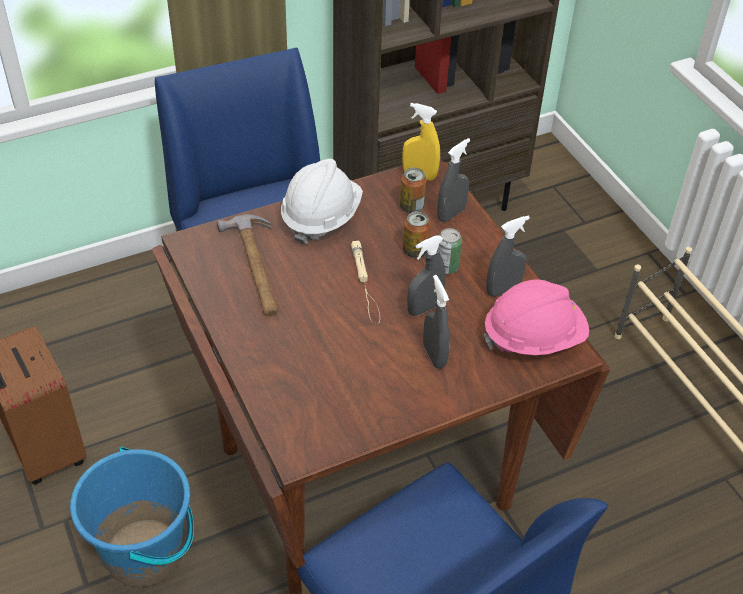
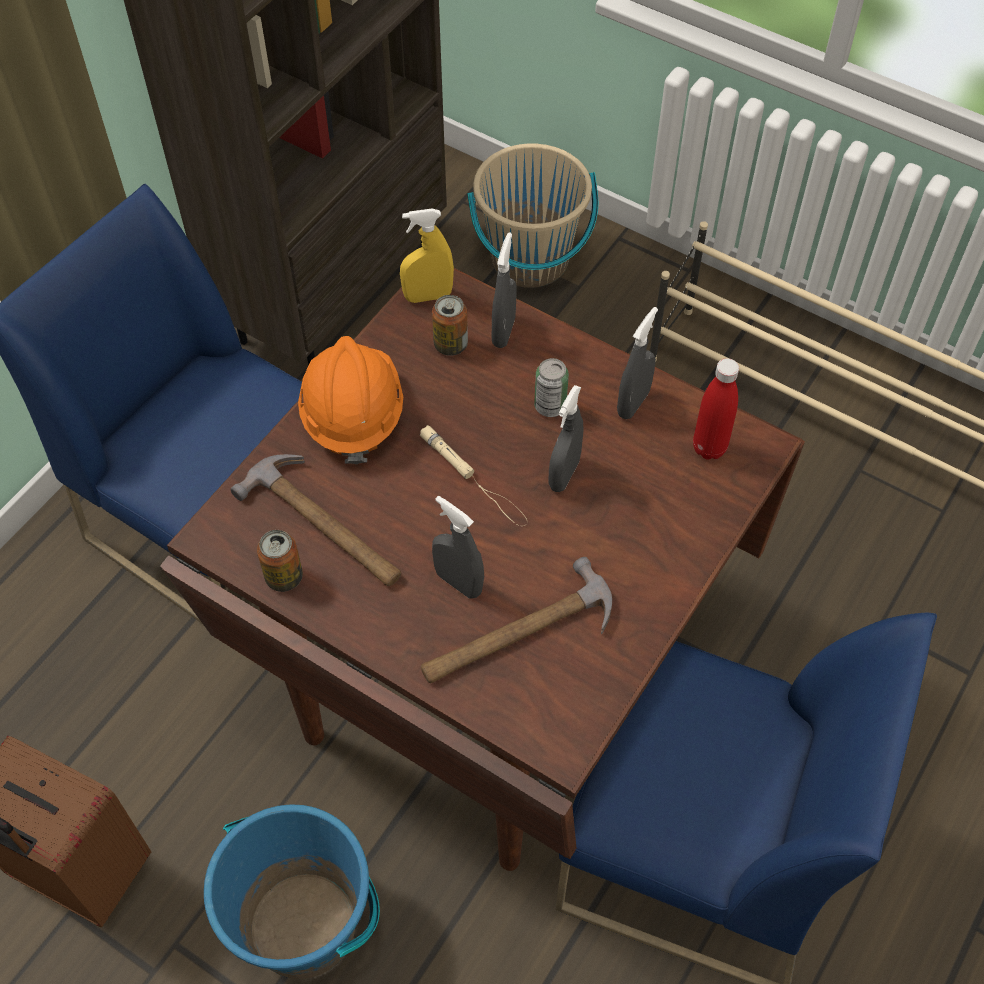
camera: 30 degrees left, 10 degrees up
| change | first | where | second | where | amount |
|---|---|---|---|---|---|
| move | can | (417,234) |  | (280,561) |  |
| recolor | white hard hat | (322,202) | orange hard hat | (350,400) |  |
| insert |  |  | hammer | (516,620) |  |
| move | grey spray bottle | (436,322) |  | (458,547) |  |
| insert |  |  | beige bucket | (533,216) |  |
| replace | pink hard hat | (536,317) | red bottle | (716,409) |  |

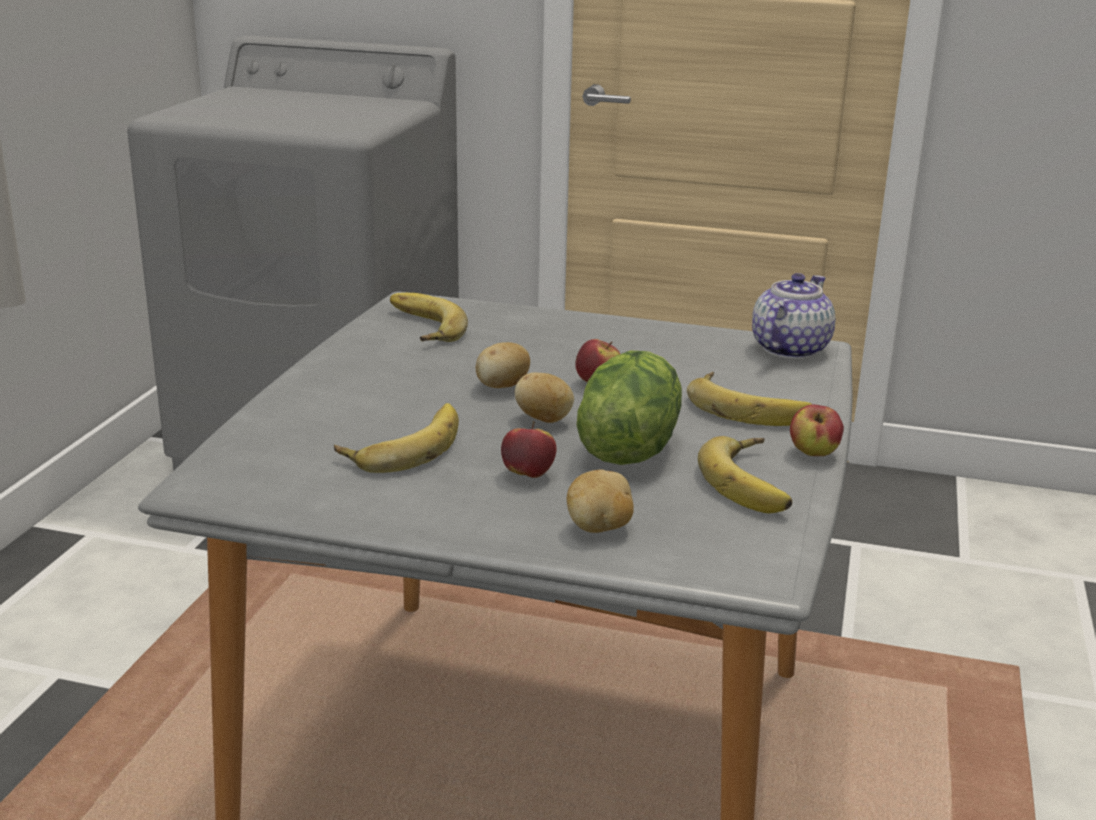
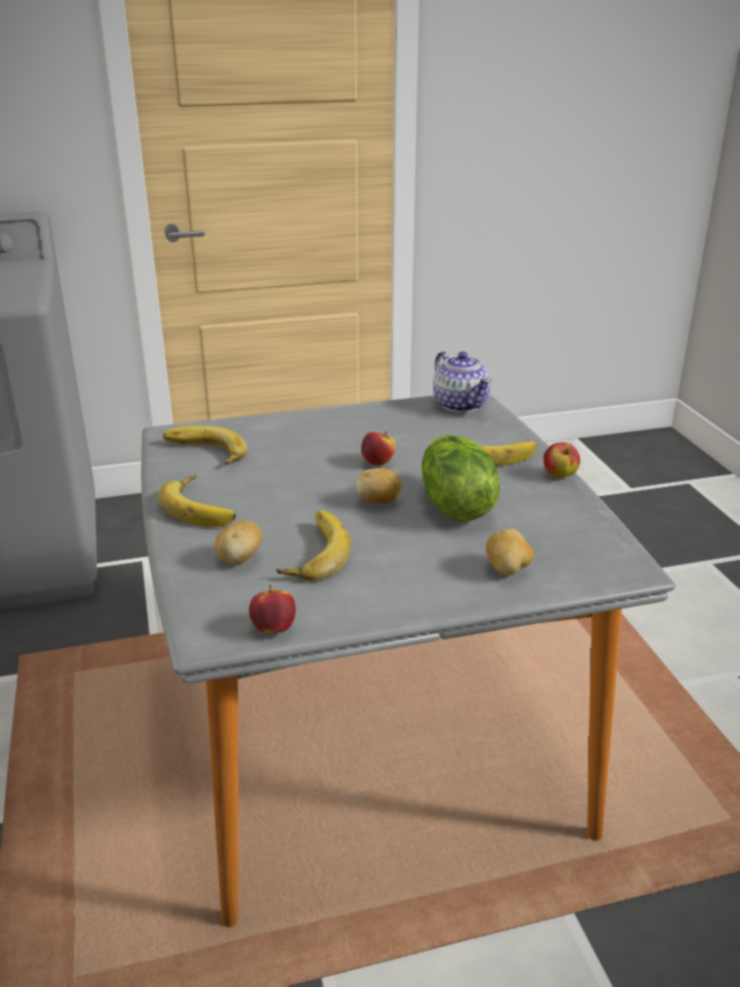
camera: 30 degrees left, 5 degrees up
| change | first | where | second | where | amount |
|---|---|---|---|---|---|
| move | banana | (745,475) |  | (197,501) |  |
| move | potato | (503,365) |  | (238,542) |  |
| move | apple | (528,449) |  | (272,609) |  |
| rotate | teapot | (793,316) |  | (462,382) | 150 degrees clockwise |

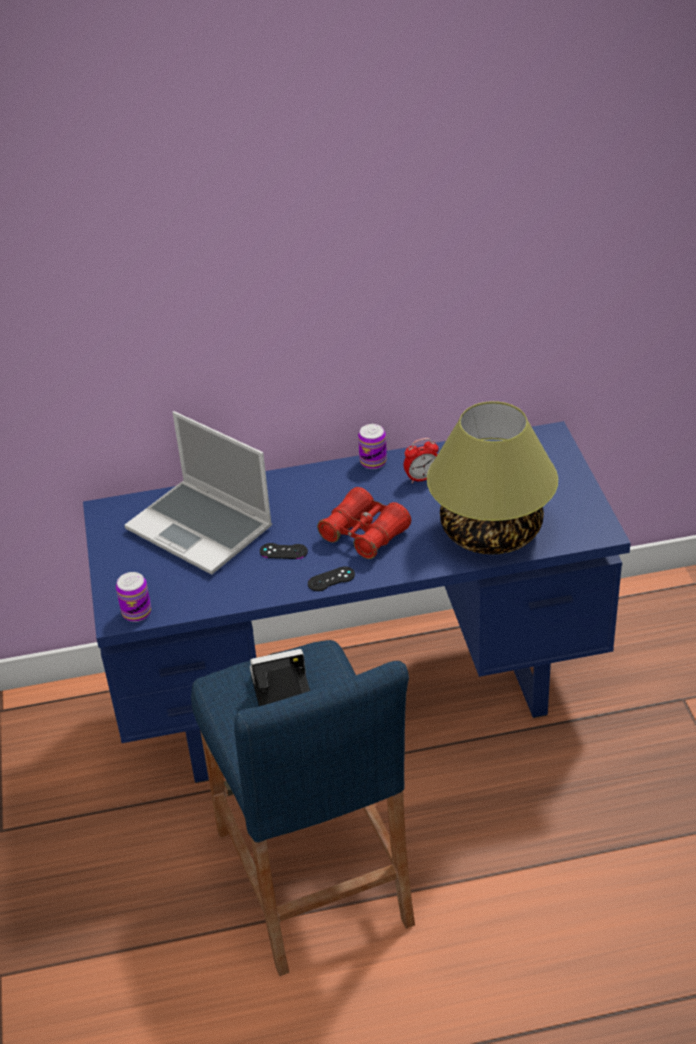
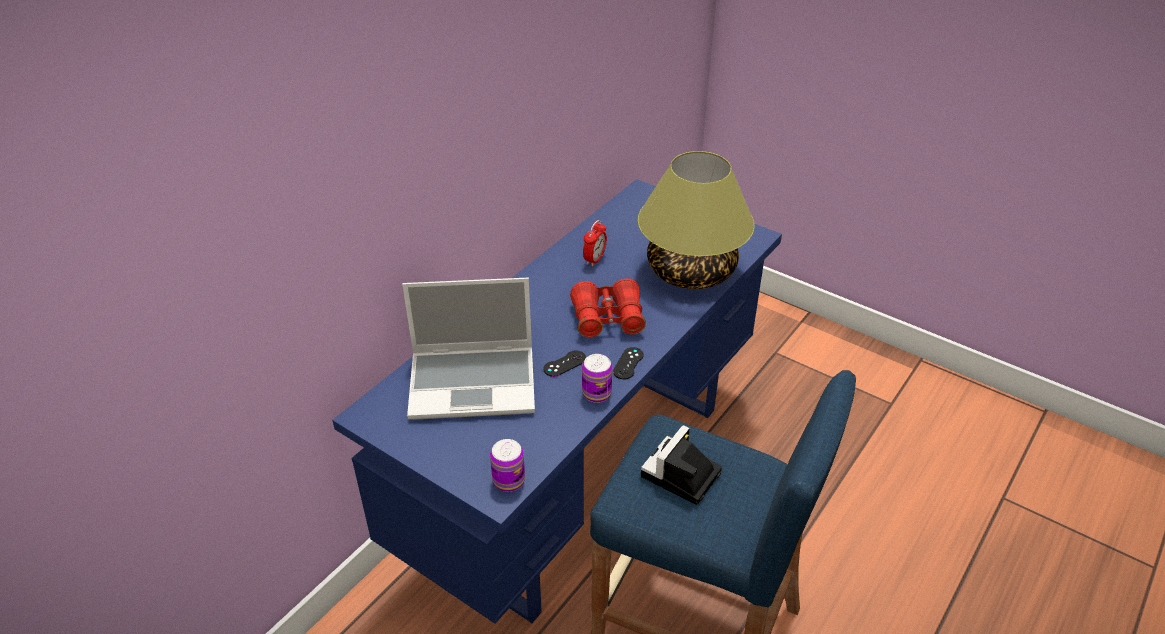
camera: 45 degrees left, 0 degrees up
| change | first | where | second | where | amount |
|---|---|---|---|---|---|
| move | can | (372,446) |  | (597,378) |  |

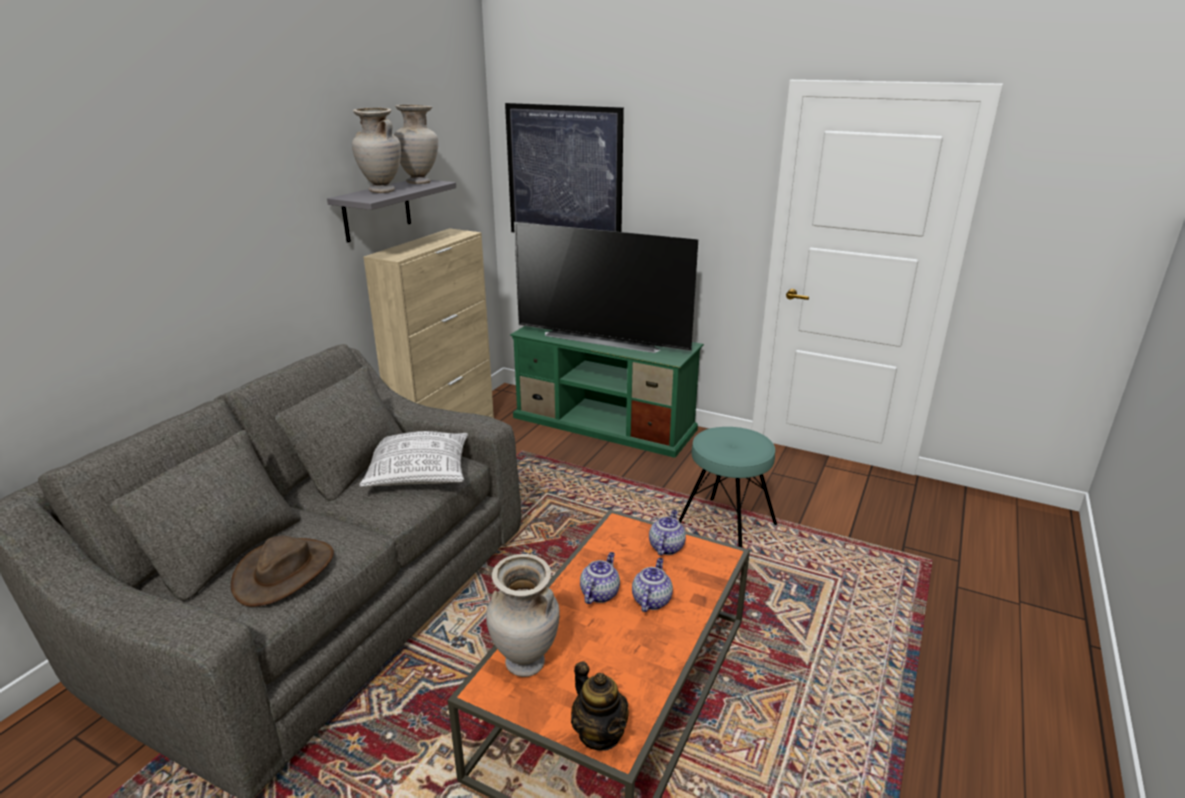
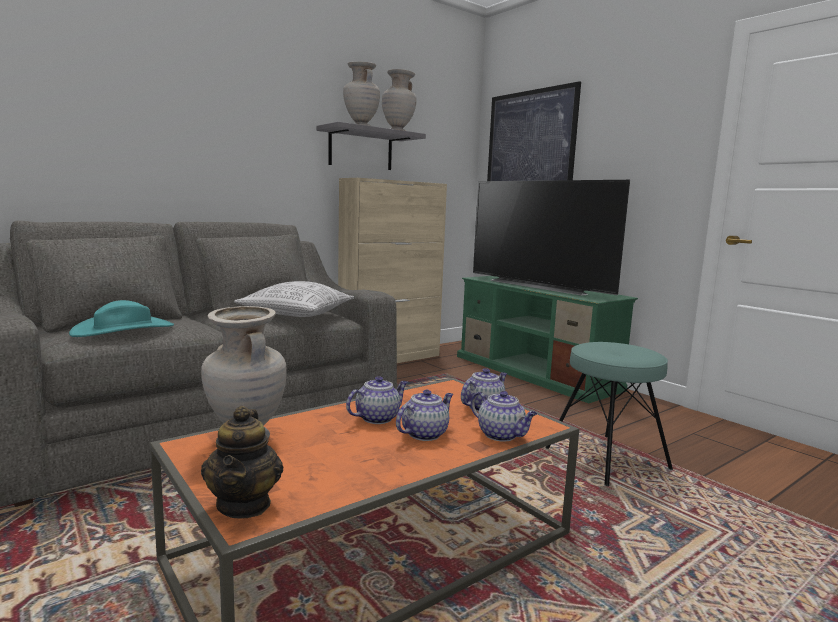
camera: 25 degrees right, 15 degrees down
| change | first | where | second | where | amount |
|---|---|---|---|---|---|
| recolor | brown hat | (282,571) | turquoise hat | (121,318) |  |
| insert |  |  | teapot | (504,416) |  |

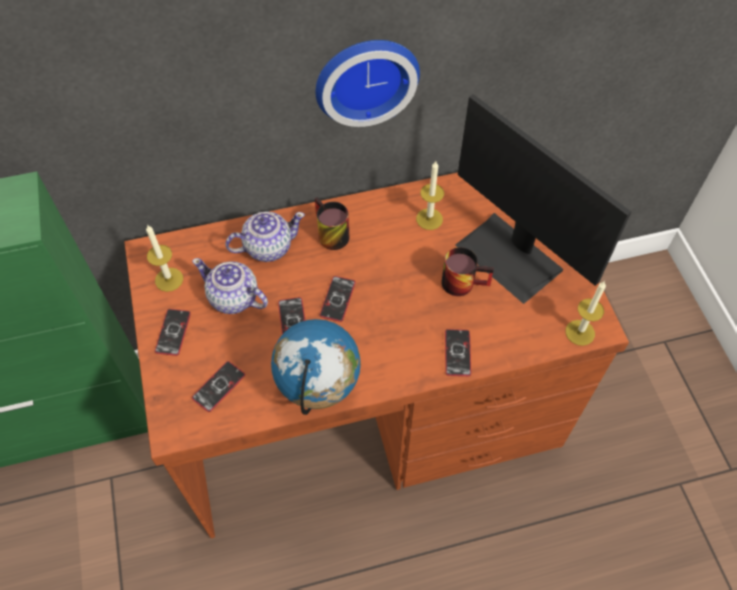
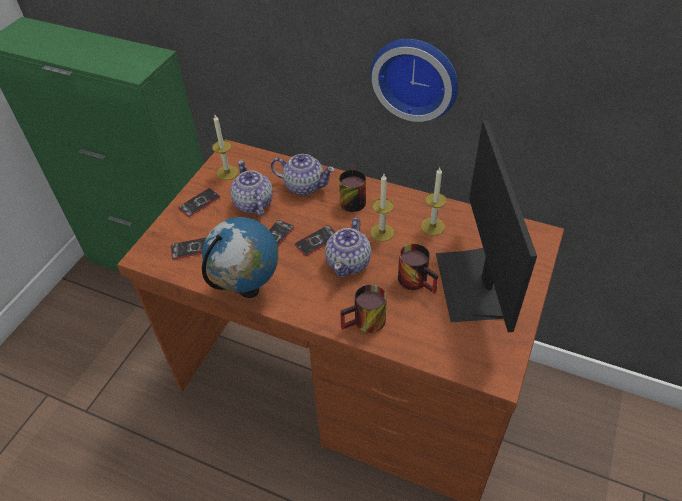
camera: 40 degrees right, 10 degrees down
| change | first | where | second | where | amount |
|---|---|---|---|---|---|
| insert |  |  | teapot | (348,247) |  |
| replace | phone | (458,352) | mug | (363,308) |  |
| move | candle | (586,313) |  | (382,208) |  |

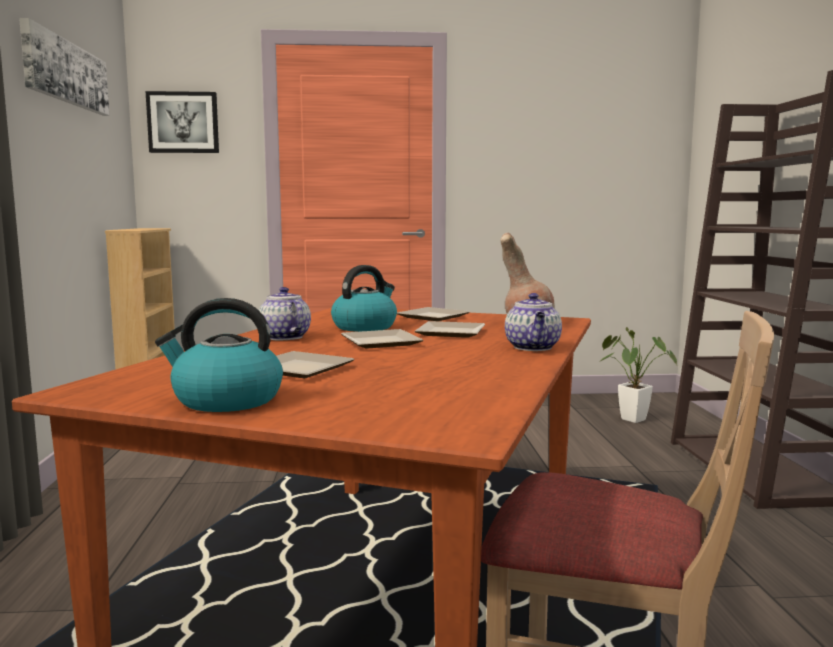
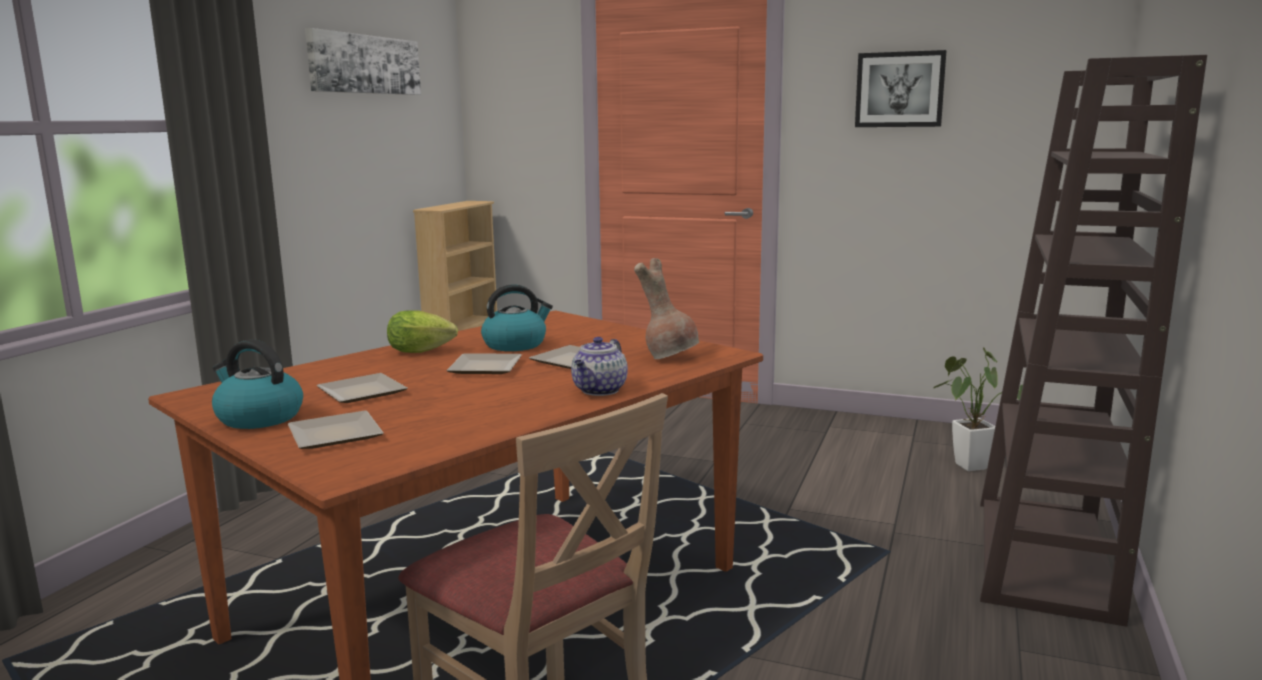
camera: 25 degrees right, 5 degrees up
| change | first | where | second | where | amount |
|---|---|---|---|---|---|
| move | plate | (433,314) |  | (335,430) |  |
| replace | teapot | (285,313) | lettuce | (422,331) |  |
| move | picture | (182,122) |  | (901,88) |  |

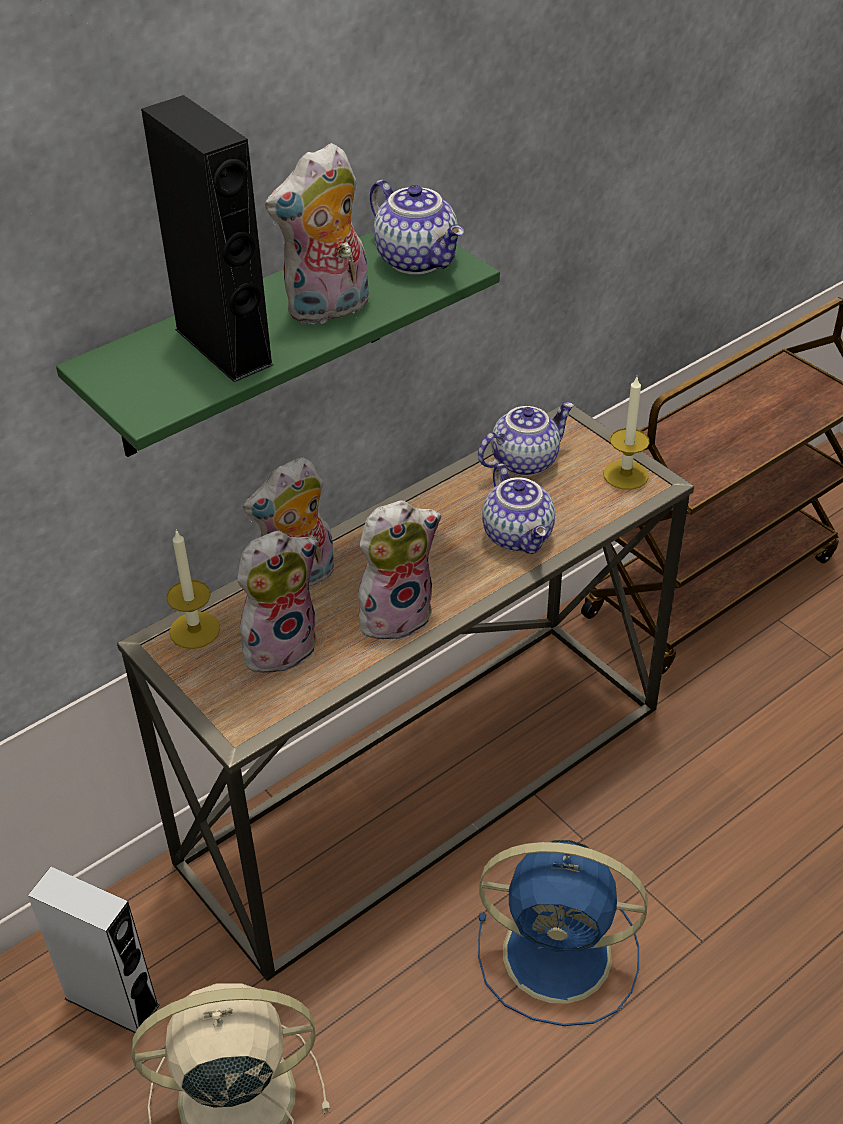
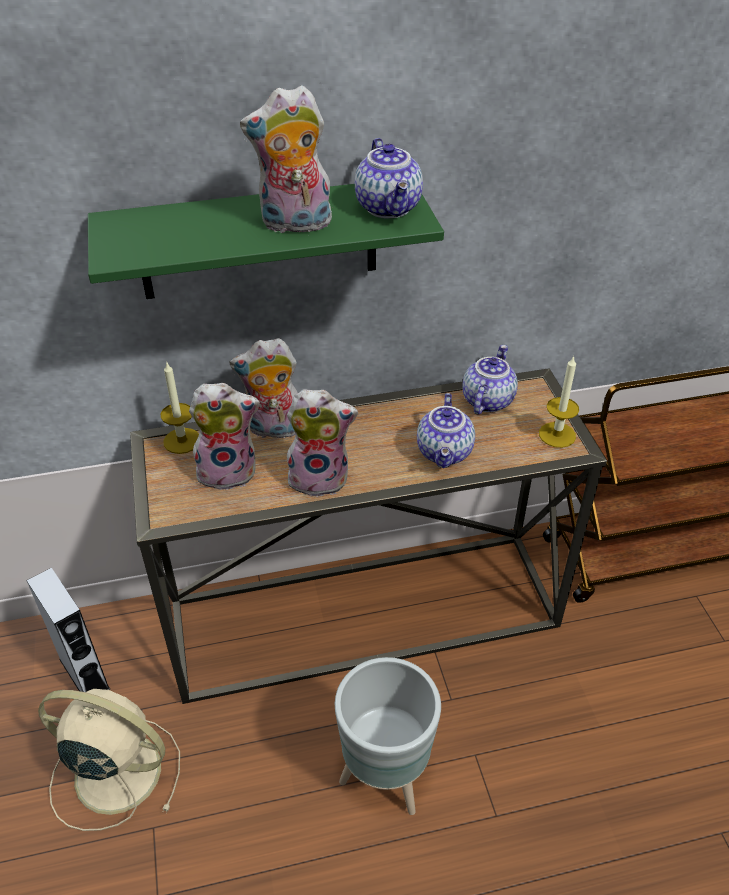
camera: 25 degrees right, 0 degrees up
| change | first | where | second | where | amount |
|---|---|---|---|---|---|
| replace | blue fan | (563,933) | grey planter | (388,736) |  |
| rotate | teapot | (526,439) |  | (490,380) | 60 degrees counterclockwise |
| delete | black speaker | (207,238) |  |  |  |

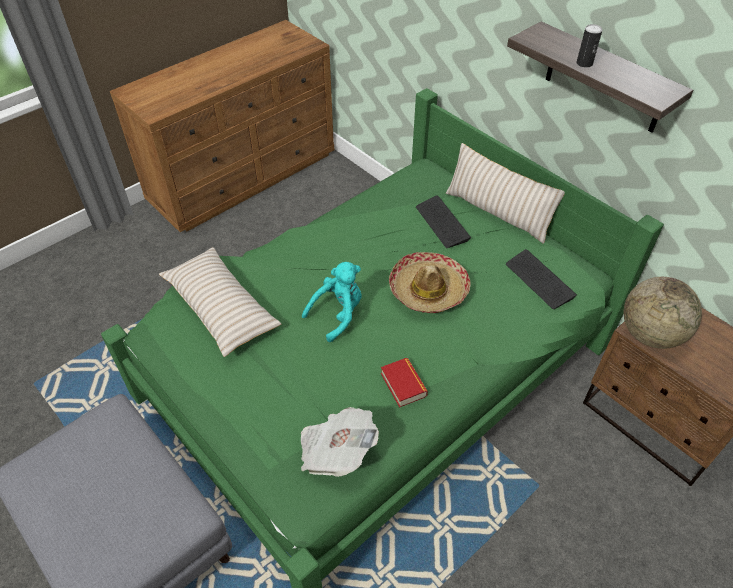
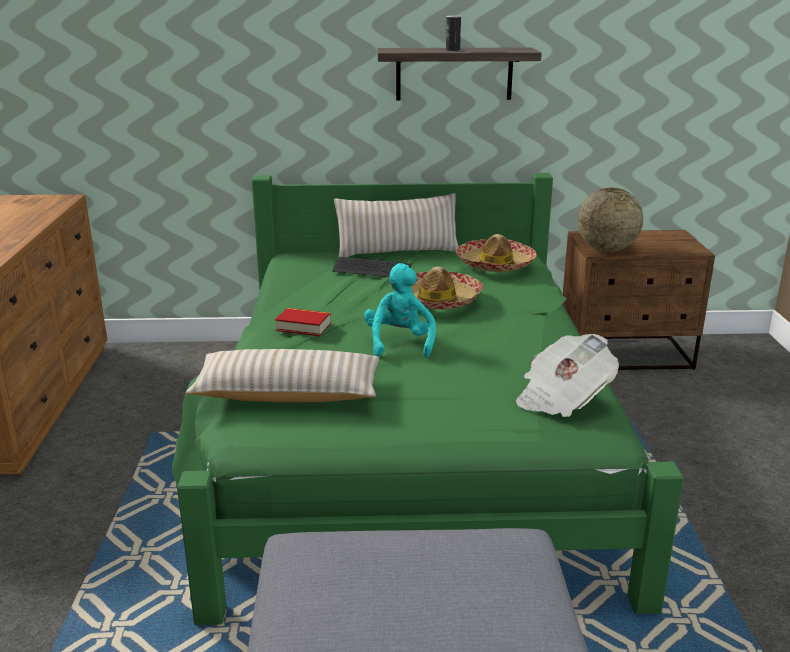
camera: 50 degrees left, 25 degrees down
| change | first | where | second | where | amount |
|---|---|---|---|---|---|
| move | book | (404,383) |  | (303,322) |  |
| replace | keyboard | (541,279) | hat | (496,253) |  |

